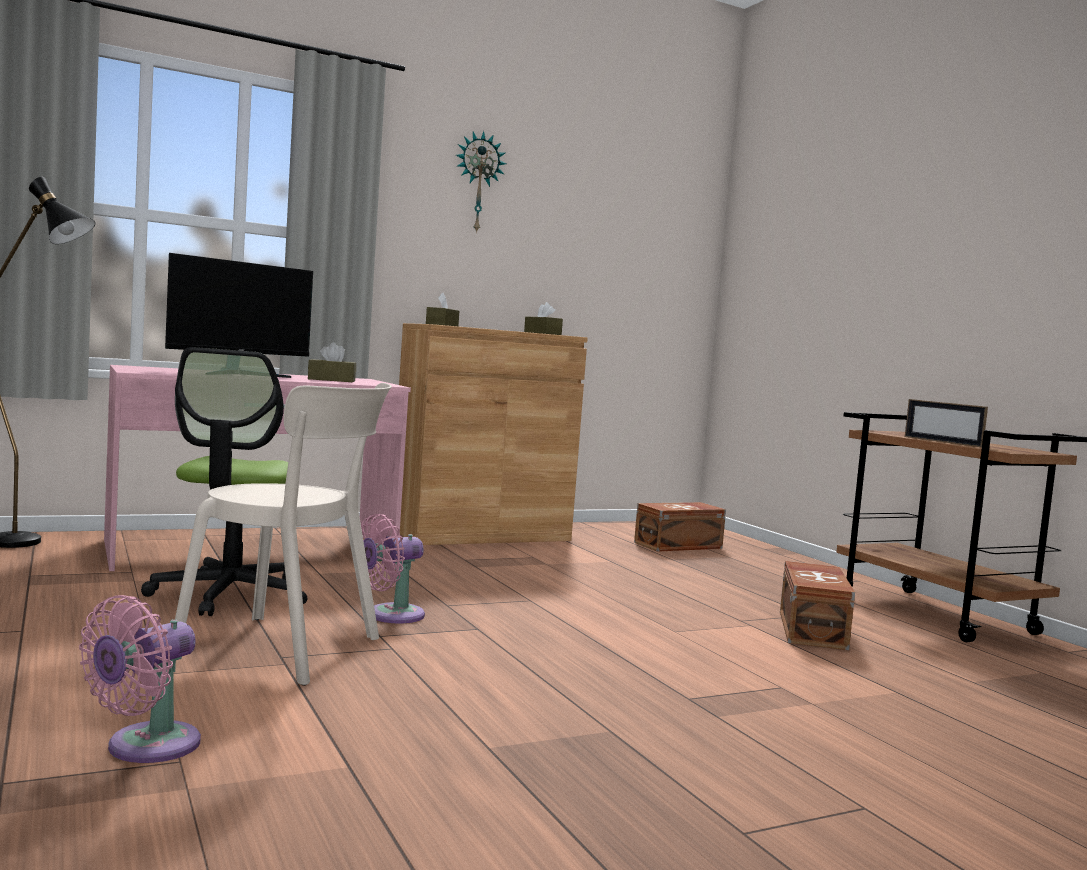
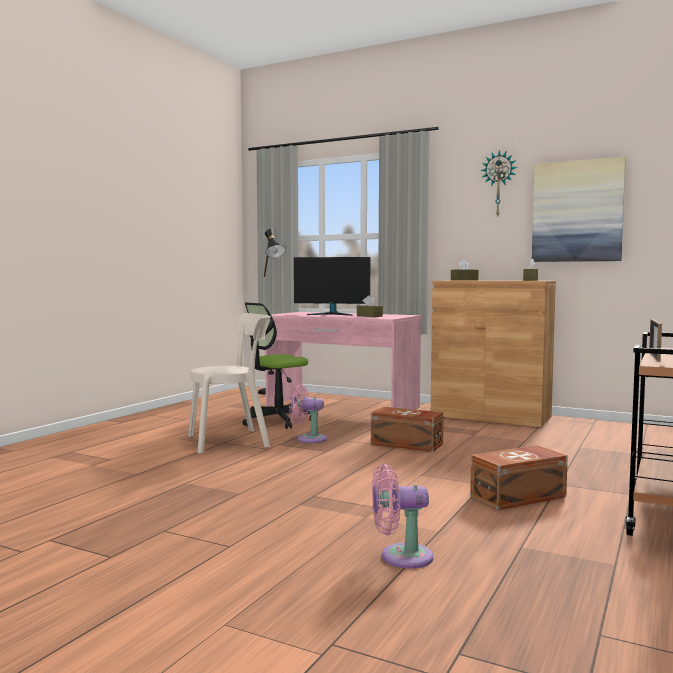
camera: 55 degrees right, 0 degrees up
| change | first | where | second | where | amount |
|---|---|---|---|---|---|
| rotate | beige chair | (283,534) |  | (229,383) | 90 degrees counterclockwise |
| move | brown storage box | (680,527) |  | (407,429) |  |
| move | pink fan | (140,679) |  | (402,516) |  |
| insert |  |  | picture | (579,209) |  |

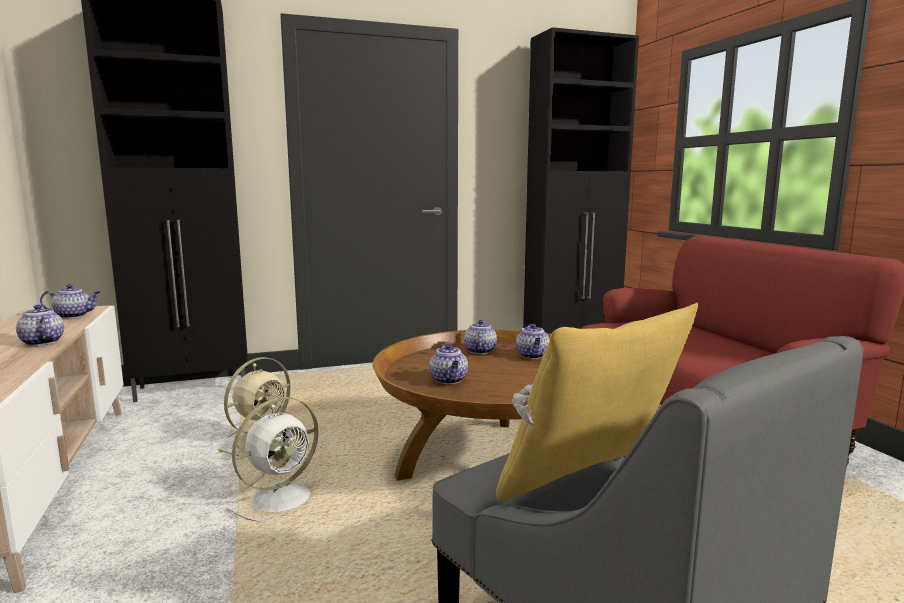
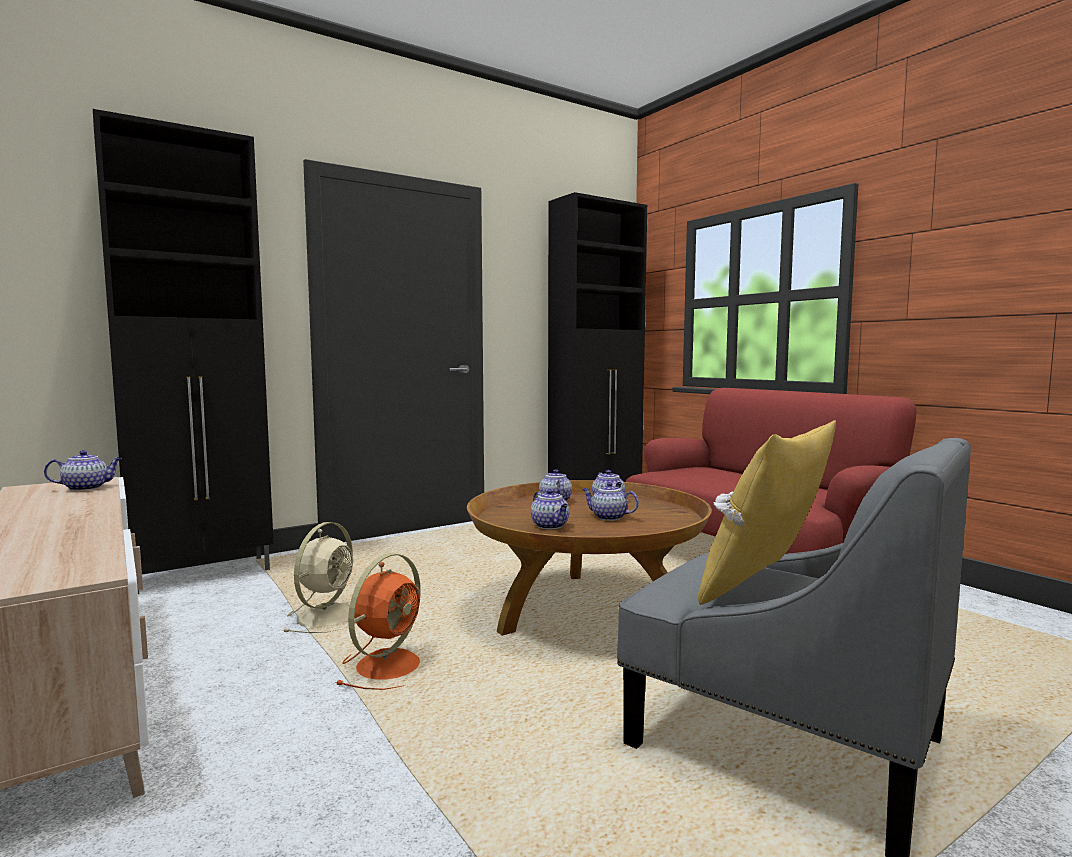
camera: 15 degrees left, 5 degrees down
| change | first | where | second | where | amount |
|---|---|---|---|---|---|
| recolor | white fan | (272,459) | orange fan | (378,621) |  |
| move | teapot | (40,325) |  | (610,501) |  |

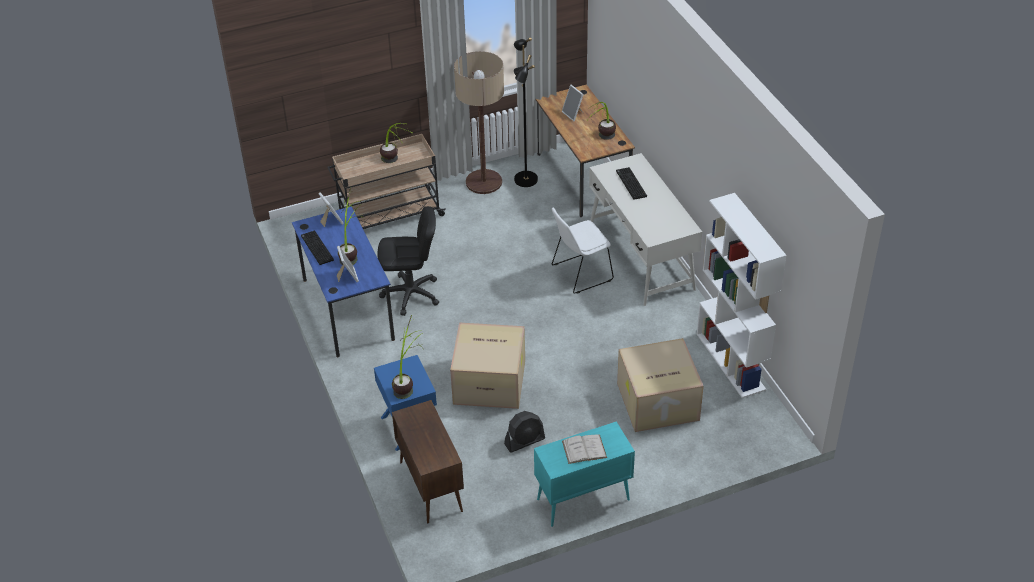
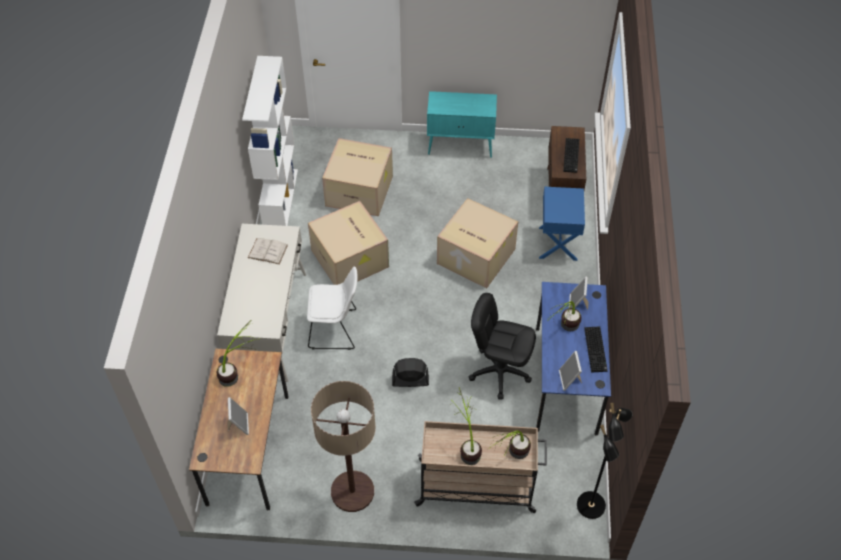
camera: 155 degrees left, 10 degrees up
| change | first | where | second | where | amount |
|---|---|---|---|---|---|
| move | white book | (584,449) |  | (268,251) |  |
| insert |  |  | cardboard box | (348,243) |  |
| move | black fan | (524,432) |  | (410,372) |  |
| move | potted plant | (406,357) |  | (511,444) |  |
| move | keyboard | (631,183) |  | (571,155) |  |
| move | black floor lamp | (526,112) |  | (604,461) |  |

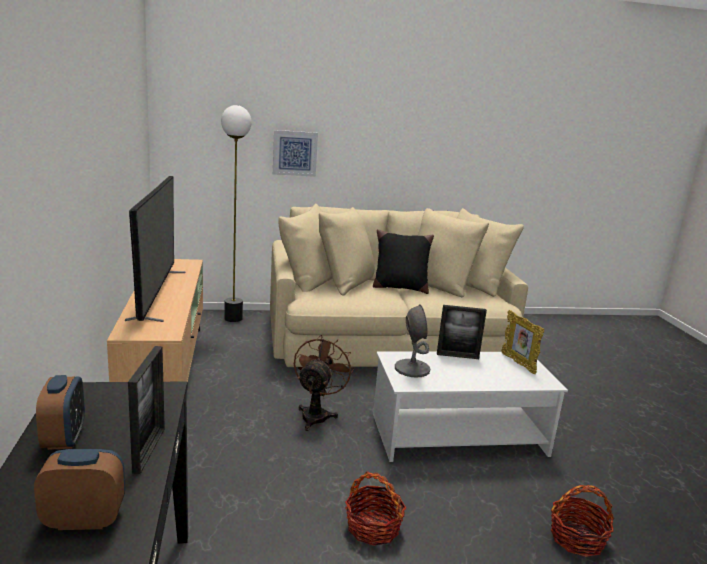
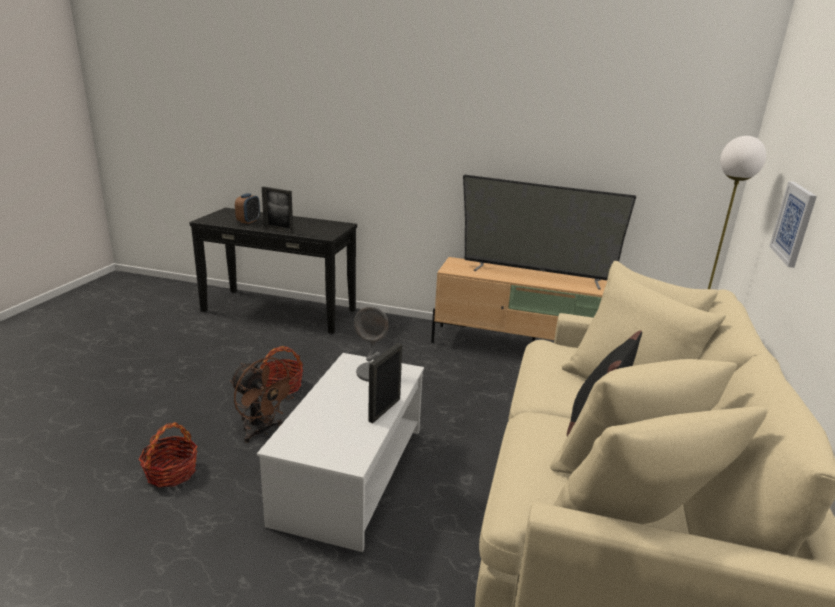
camera: 115 degrees right, 5 degrees up
| change | first | where | second | where | amount |
|---|---|---|---|---|---|
| move | brown fan | (324,383) |  | (263,400) |  |
| delete | alarm clock | (60,412) |  |  |  |
| delete | picture frame | (522,342) |  |  |  |

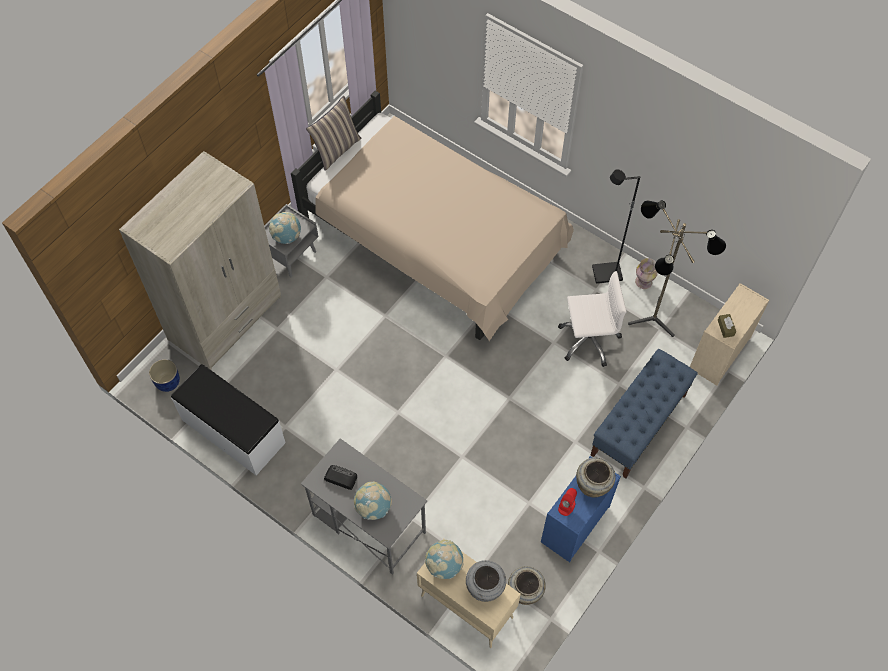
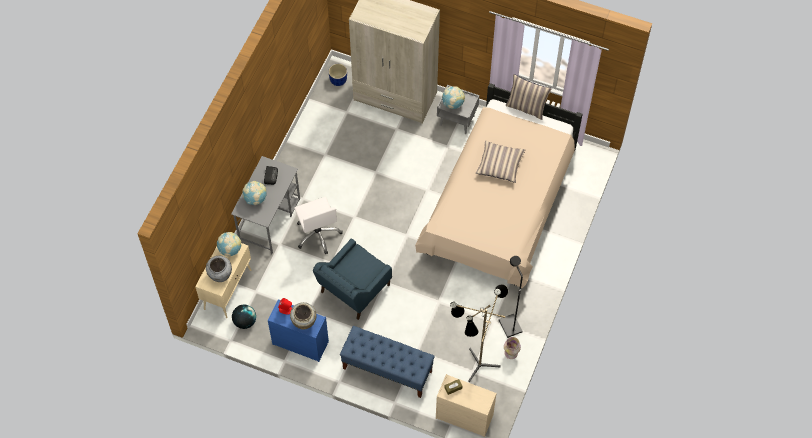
camera: 75 degrees right, 0 degrees up
| change | first | where | second | where | amount |
|---|---|---|---|---|---|
| replace | beige vase | (527,585) | globe | (244,316) |  |
| move | white office chair | (592,319) |  | (318,225) |  |
| insert |  |  | blue armchair | (352,279) |  |
| insert |  |  | pillow | (500,162) |  |
| delete | white bench | (228,419) |  |  |  |

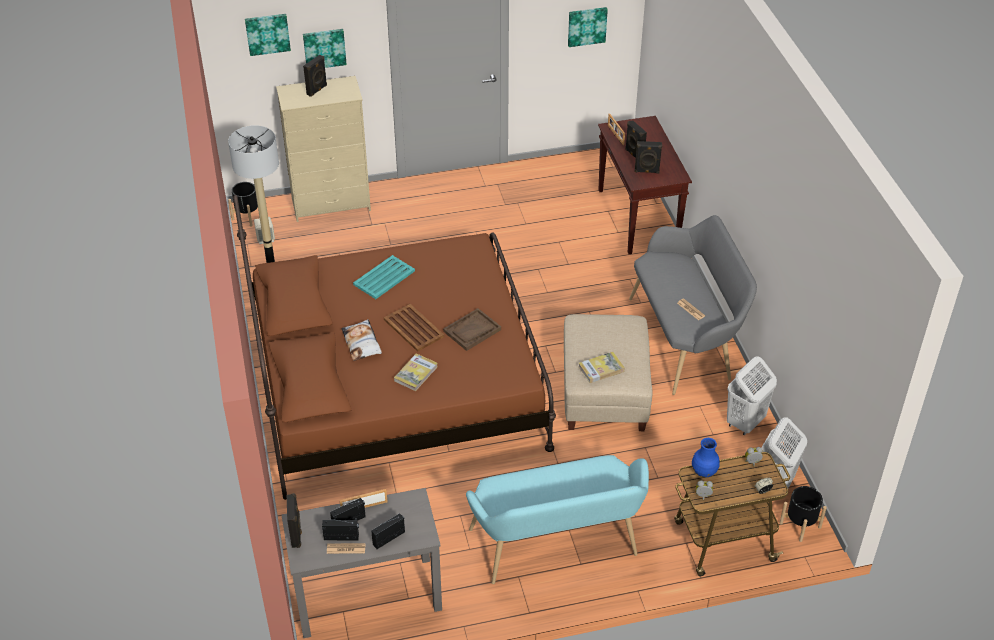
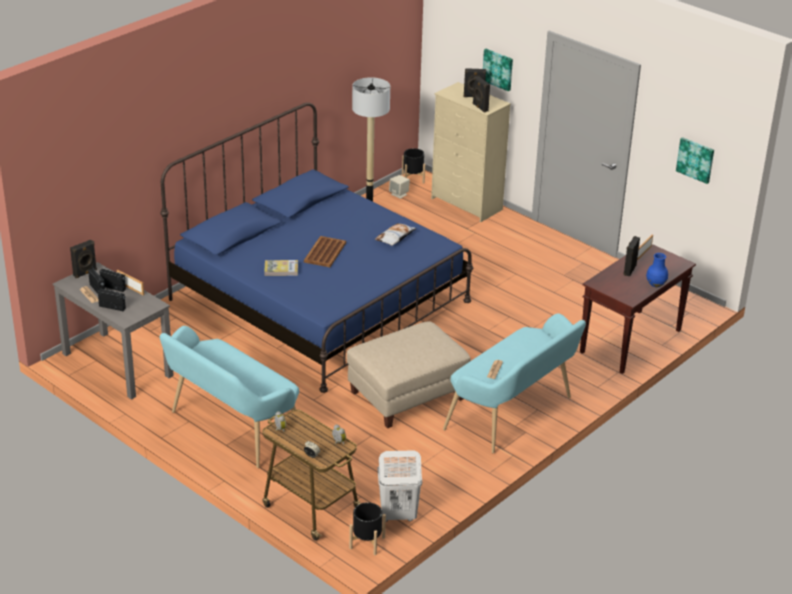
camera: 55 degrees right, 10 degrees down
| change | first | where | second | where | amount |
|---|---|---|---|---|---|
| recolor | brown bed | (394,347) | blue bed | (316,247) |  |
| move | pillow | (361,340) |  | (395,234) |  |
| recolor | grey bench | (693,305) | turquoise bench | (514,383) |  |
| move | black speaker | (648,157) |  | (481,94) |  |
| move | blue vase | (706,457) |  | (657,270) |  |
| delete | picture | (268,35) |  |  |  |
| delete | turquoise tray | (384,277) |  |  |  |
| delete | brown tray | (472,329) |  |  |  |
| delete | book | (601,367) |  |  |  |
| delete | white laundry basket | (752,395) |  |  |  |

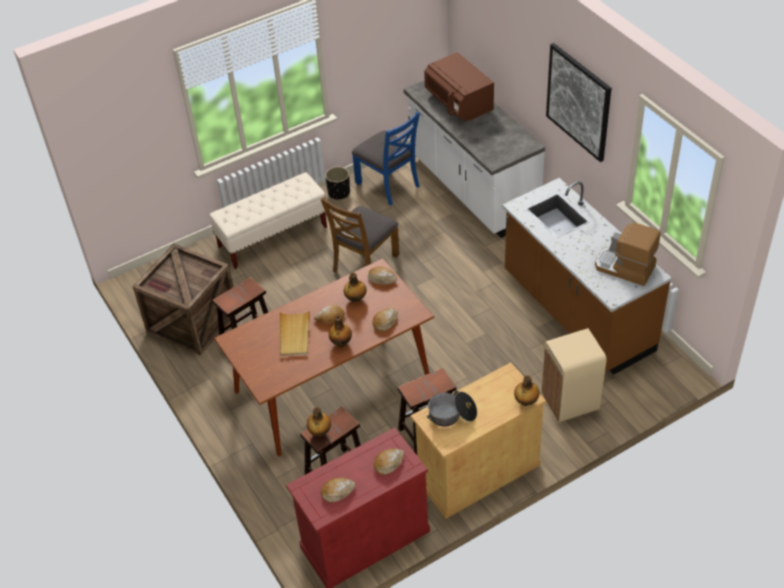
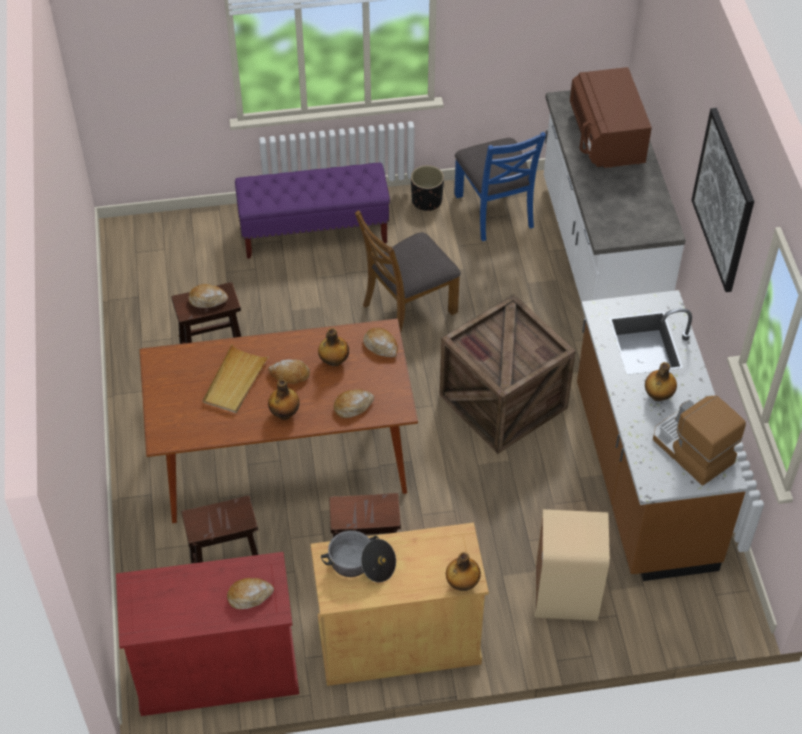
camera: 20 degrees right, 5 degrees up
| change | first | where | second | where | amount |
|---|---|---|---|---|---|
| move | bread | (338,489) |  | (208,296) |  |
| recolor | beige bench | (268,220) | purple bench | (312,211) |  |
| move | crate | (183,299) |  | (507,374) |  |
| move | bottle | (319,422) |  | (661,381) |  |

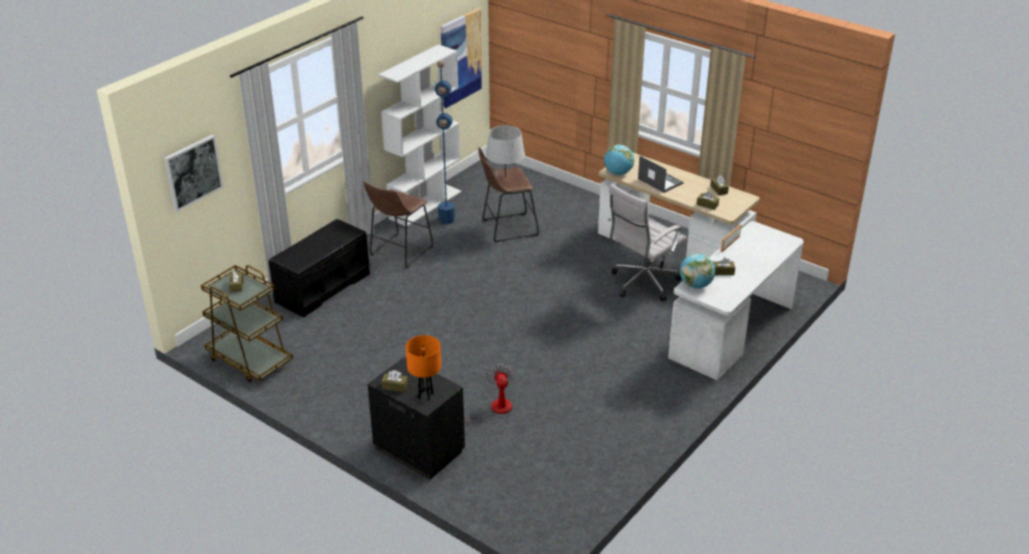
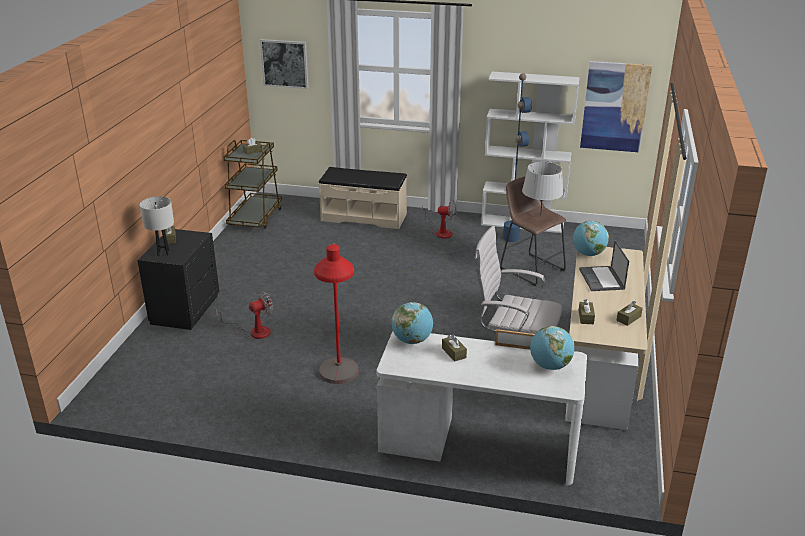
camera: 65 degrees right, 5 degrees down
| change | first | where | second | where | amount |
|---|---|---|---|---|---|
| recolor | orange table lamp | (423,368) | white table lamp | (157,226) |  |
| insert |  |  | red floor lamp | (336,313) |  |
| recolor | black bench | (319,268) | beige bench | (362,198) |  |
| replace | brown stool | (398,224) | fan | (439,220) |  |
| insert |  |  | globe | (552,348) |  |
| rotate | laptop | (660,174) |  | (604,265) | 150 degrees clockwise |

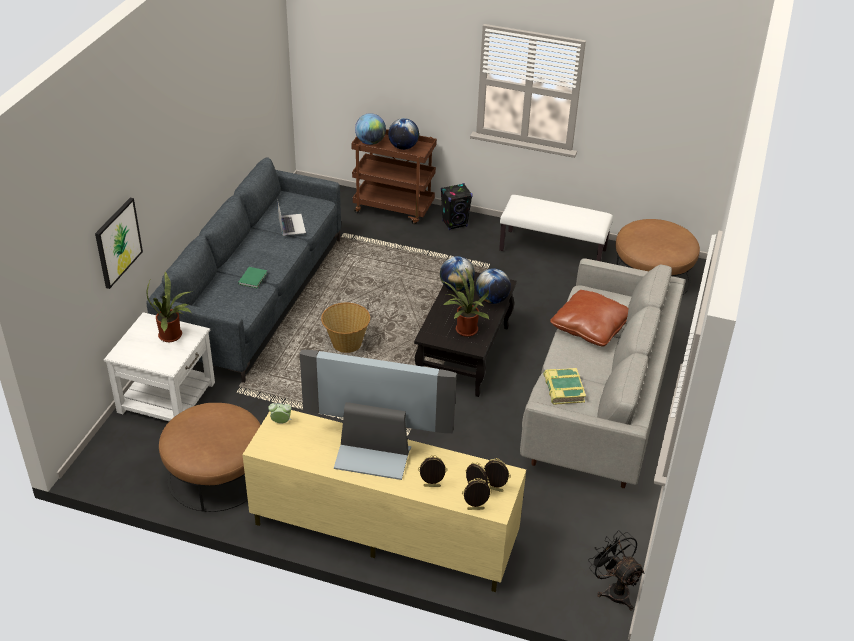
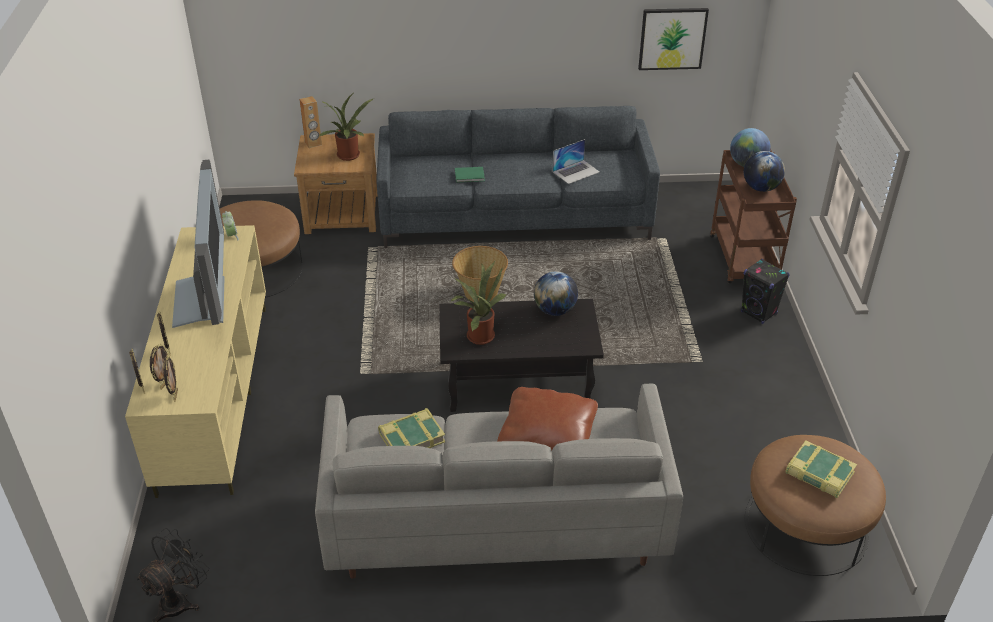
camera: 70 degrees right, 0 degrees up
| change | first | where | second | where | amount |
|---|---|---|---|---|---|
| recolor | white side table | (159,366) | brown side table | (336,183) |  |
| insert |  |  | brown speaker | (310,122) |  |
| move | picture | (119,243) |  | (673,39) |  |
| insert |  |  | book | (821,469) |  |
| delete | globe | (493,286) |  |  |  |
| delete | white bench | (556,228) |  |  |  |

